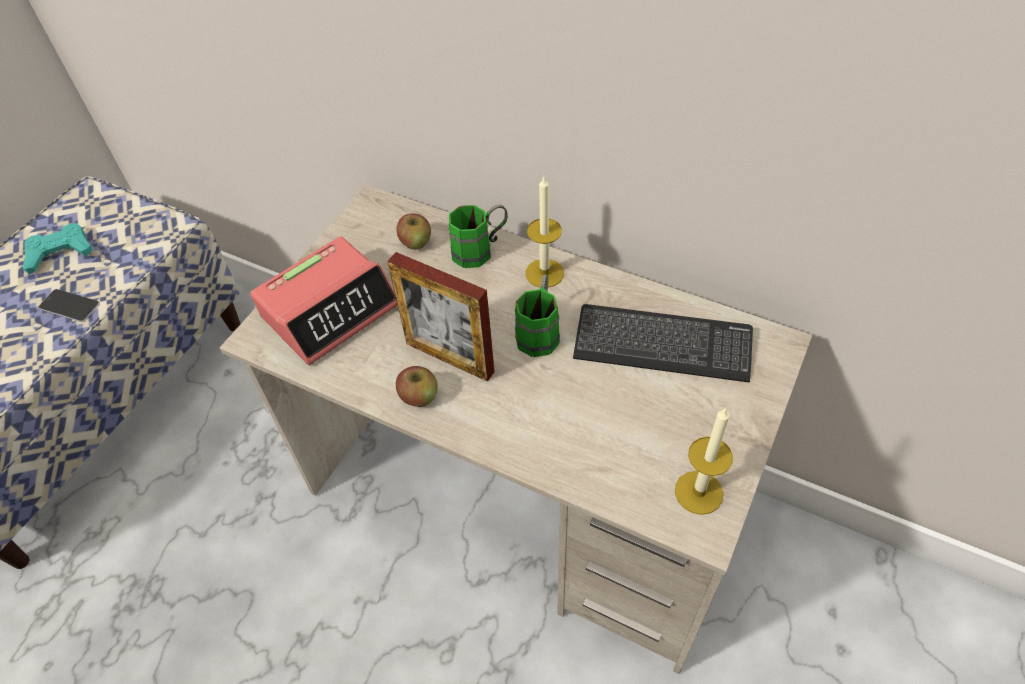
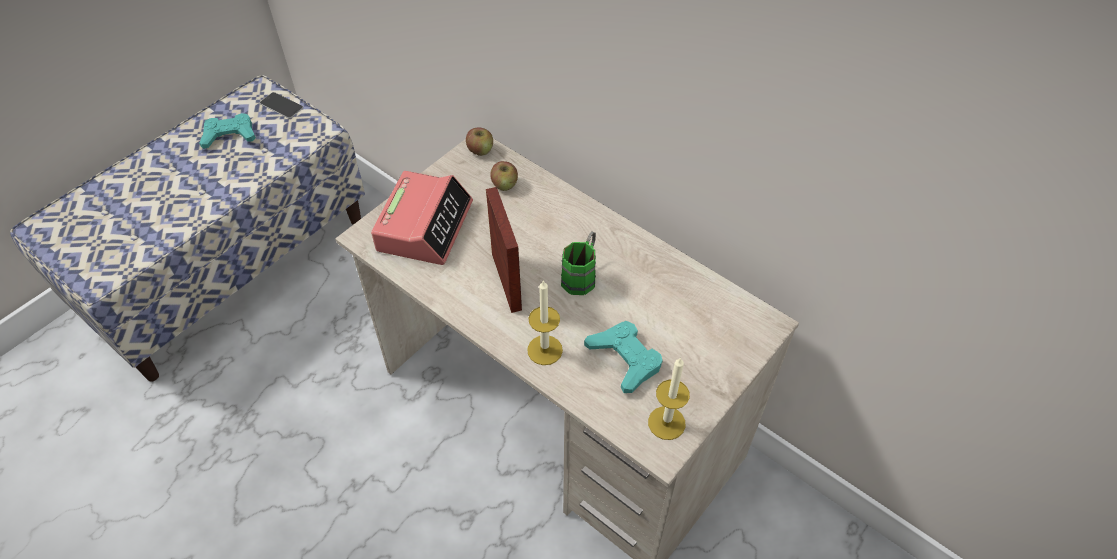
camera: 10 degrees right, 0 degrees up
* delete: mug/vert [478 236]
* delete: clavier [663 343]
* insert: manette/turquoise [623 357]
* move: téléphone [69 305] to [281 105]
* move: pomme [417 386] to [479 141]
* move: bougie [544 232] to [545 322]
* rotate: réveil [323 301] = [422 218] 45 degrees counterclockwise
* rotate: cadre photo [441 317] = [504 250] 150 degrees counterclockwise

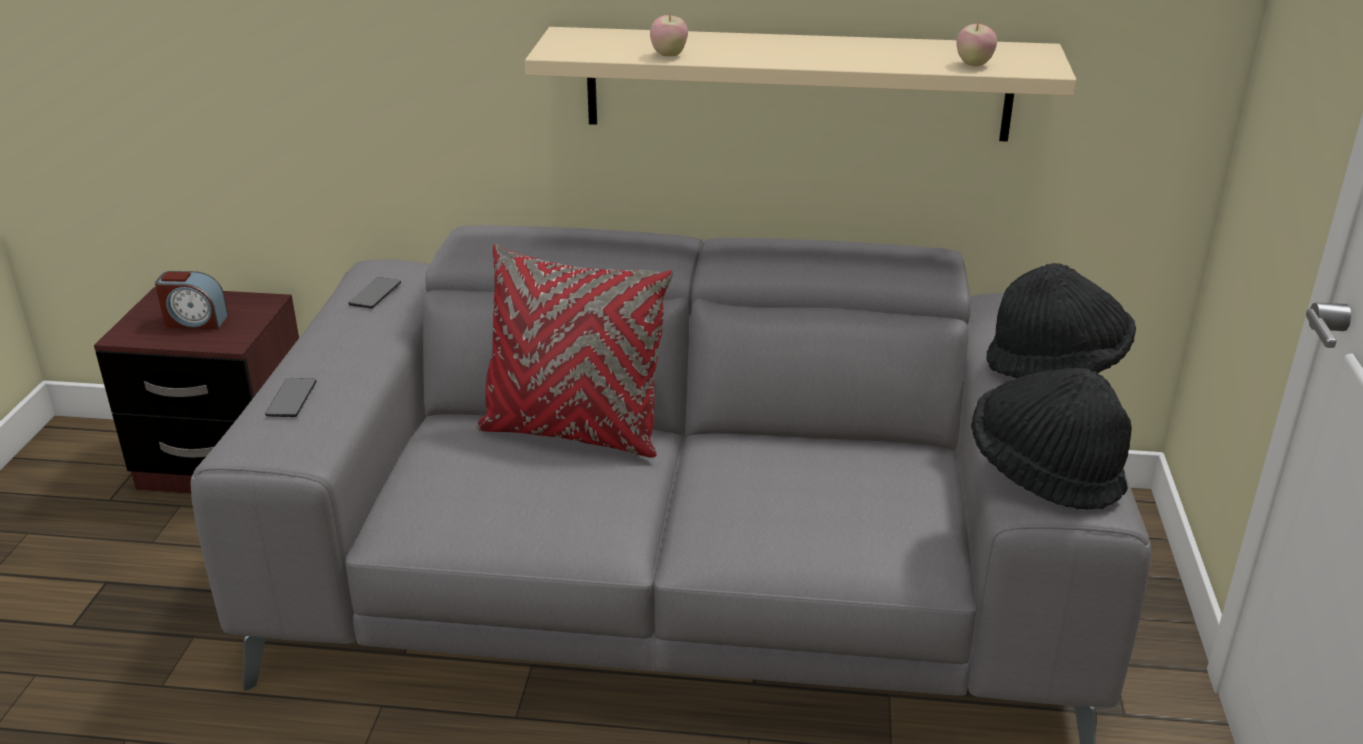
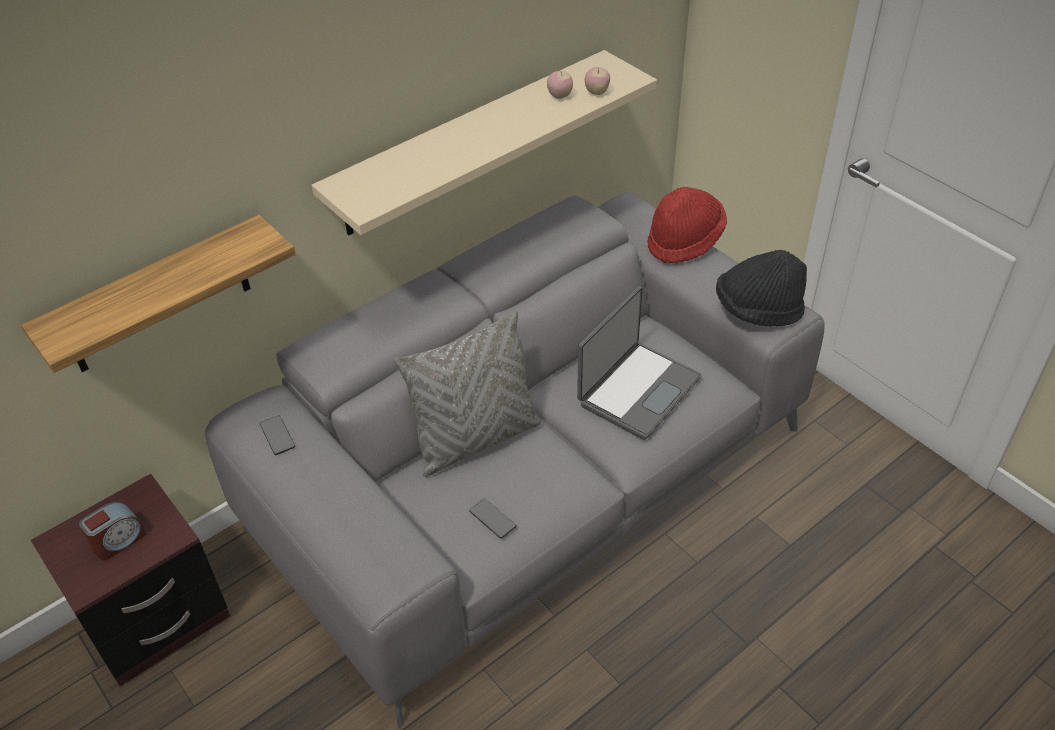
camera: 45 degrees left, 15 degrees up
* insert: étagère [158 294]
* insert: ordinateur portable [639 363]
* move: téléphone [290 397] to [492 518]
* move: pomme [669 34] to [560 85]
* recolor: coussin/rouge [575 351] to coussin/gris [467 394]
* recolor: chapeau/noir [1061 320] to chapeau/rouge [687 225]

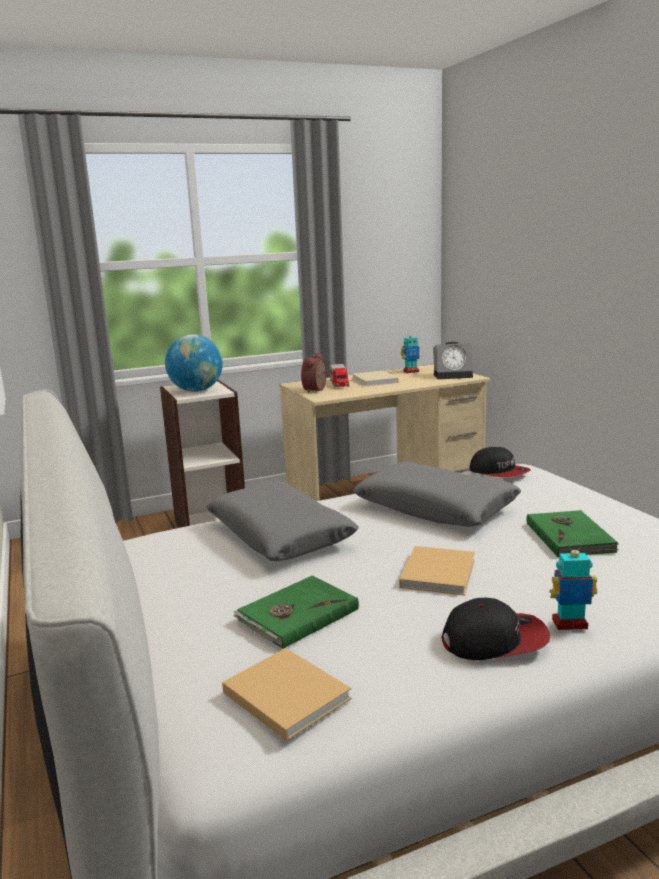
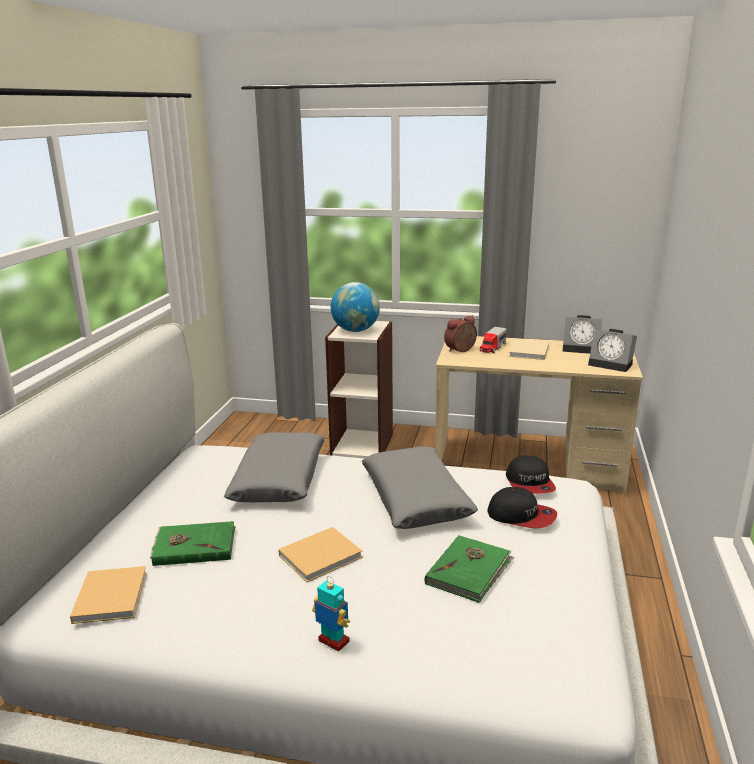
camera: 35 degrees right, 5 degrees up
* move: casquette [496 629] to [522 507]
* replace: robot jouet [411 352] to réveil [582 334]

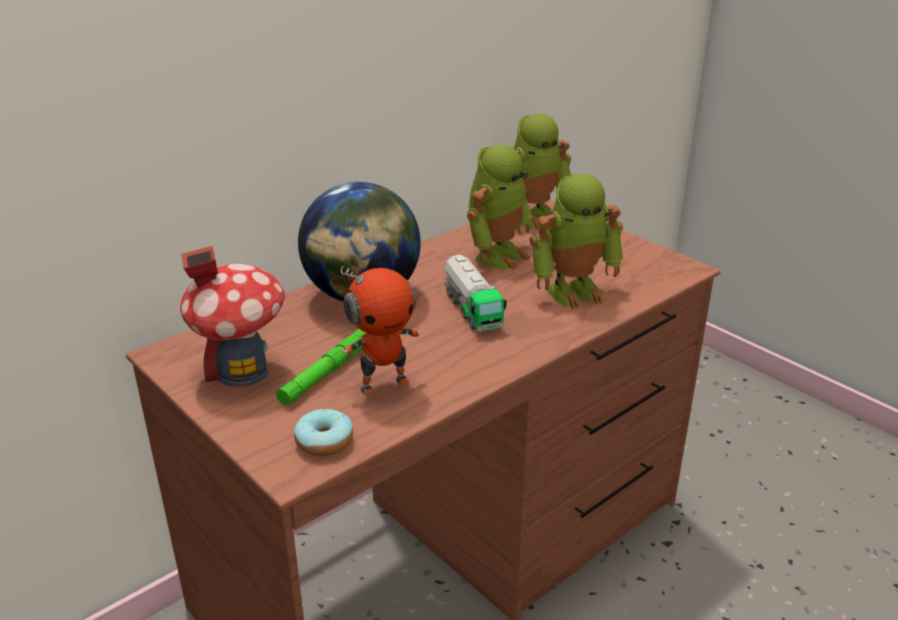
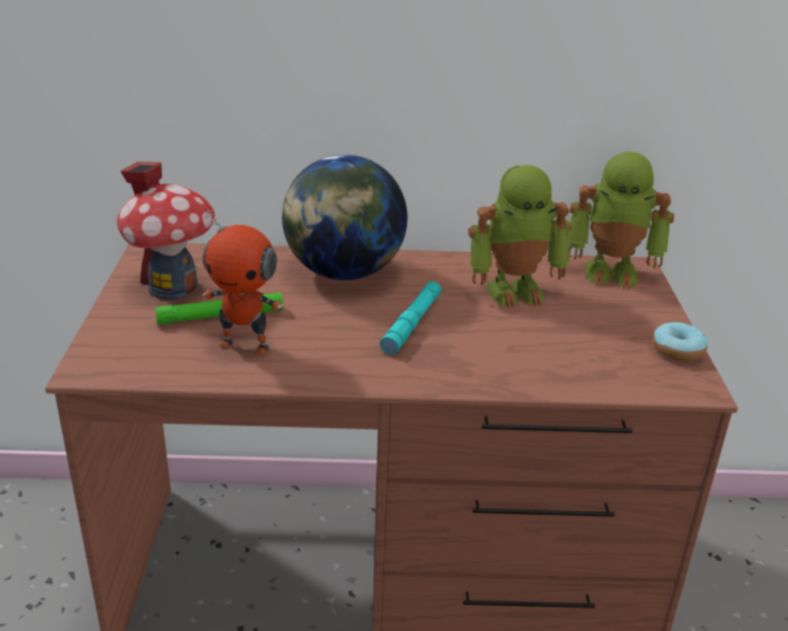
camera: 40 degrees right, 0 degrees up
* delete: robot jouet [576 241]
* move: beignet [323 432] to [680 341]
* replace: camion jouet [475 292] to lampe de poche/turquoise [410 317]

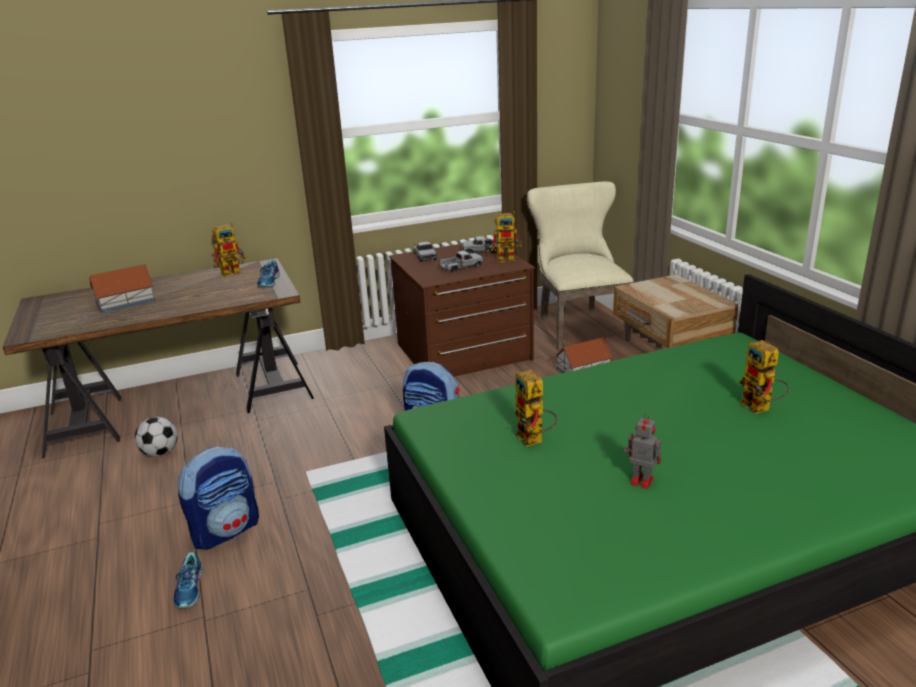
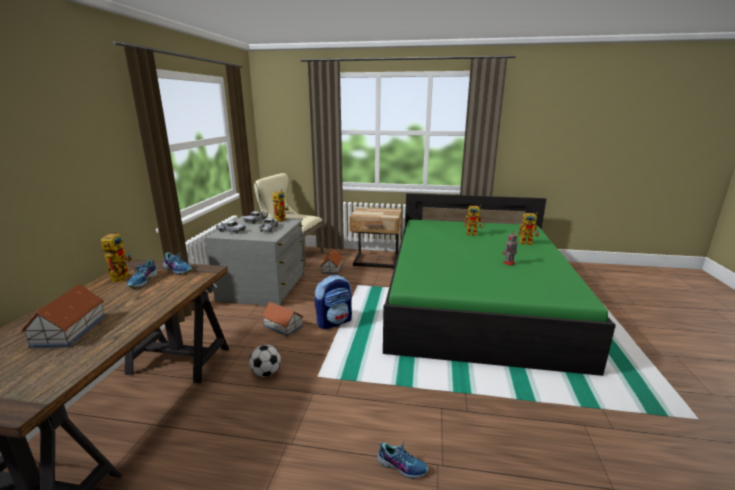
camera: 60 degrees left, 5 degrees down
* delete: sac à dos [218 498]
* insert: chaussure [142 273]
* insert: maison miniature [282 319]
* move: ballon de foot [156 437] to [265 361]
* move: robot jouet [536 408] to [528 229]
* recolor: commode/marron [462 308] to commode/gris [255 261]

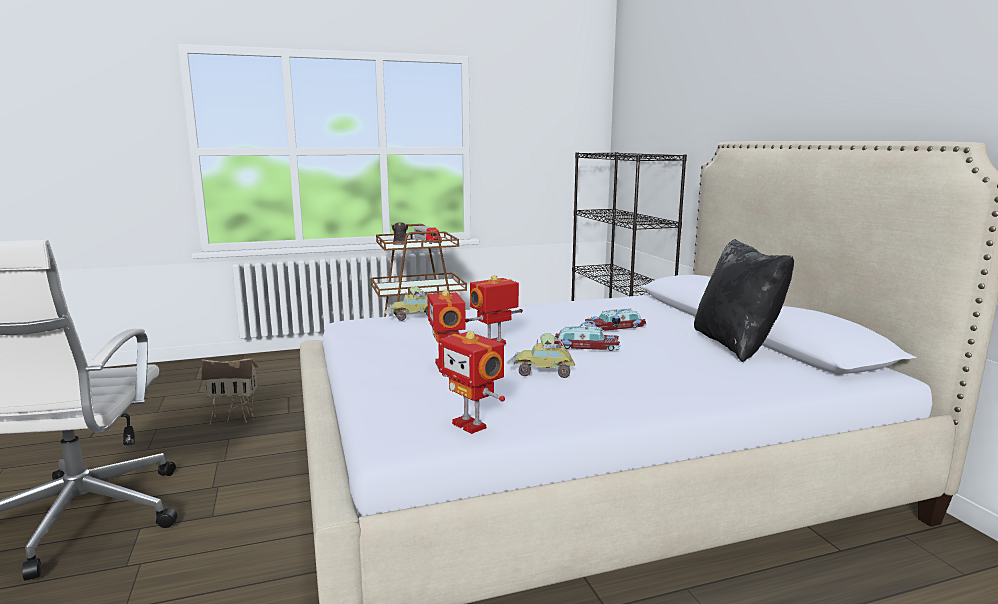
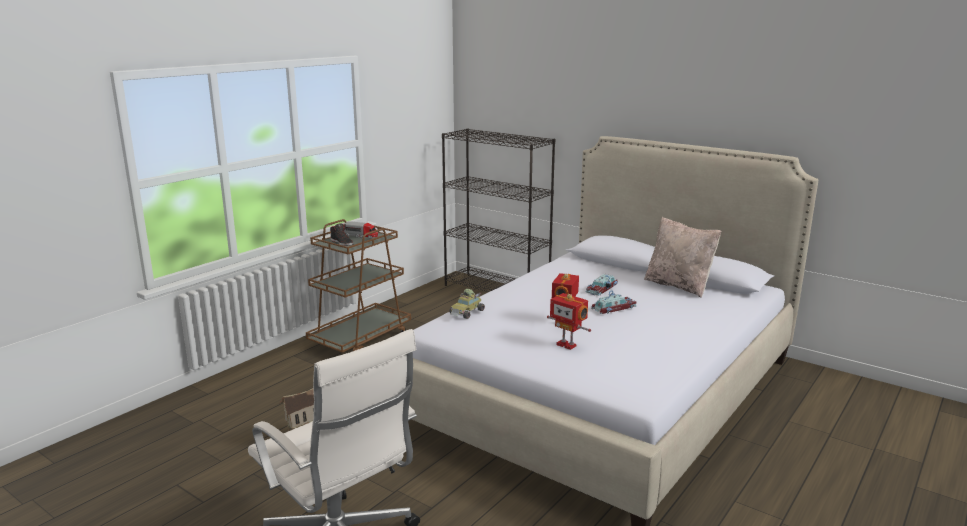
camera: 35 degrees left, 5 degrees up
* delete: robot jouet [471 382]
* delete: petite voiture [541 355]
* recolor: coussin/noir [744 300] to coussin/beige [682 257]

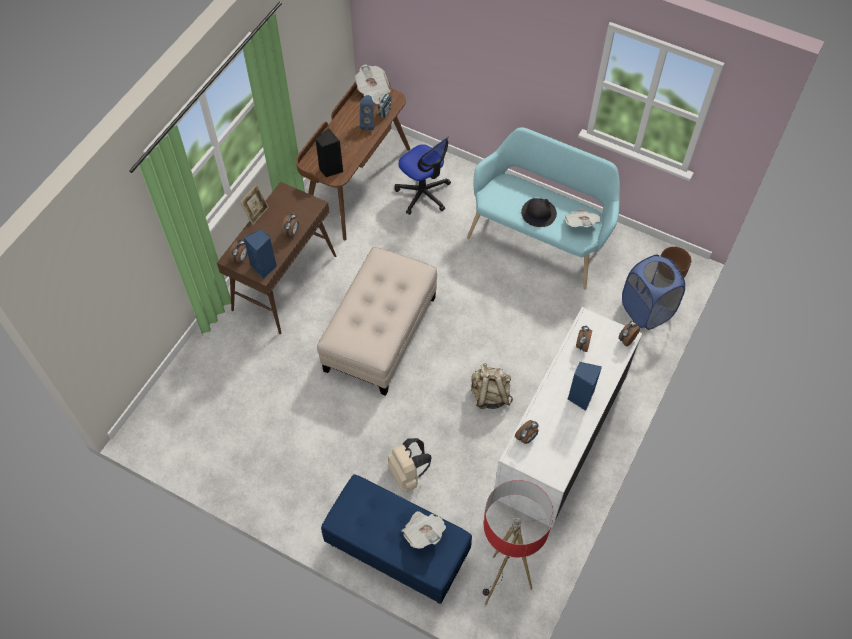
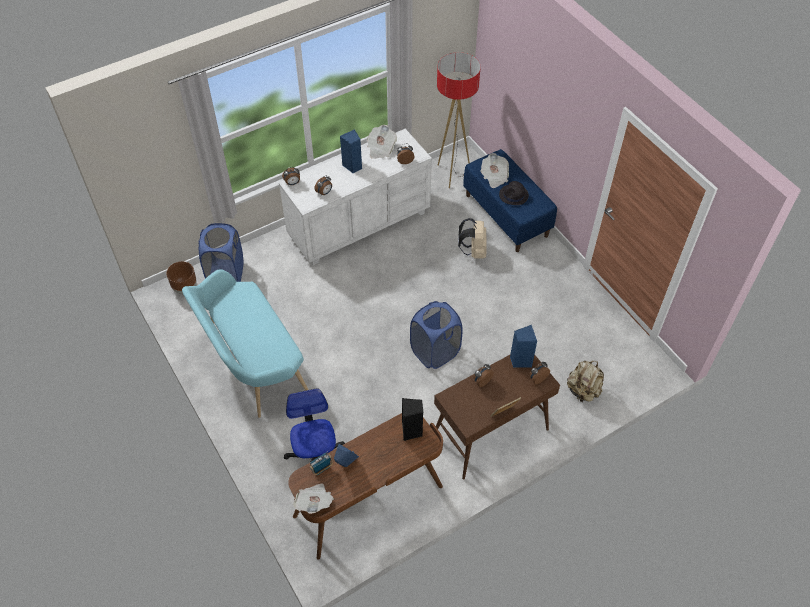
camera: 150 degrees left, 5 degrees down
* move: sac à dos/beige [492 386] to [585 381]
* move: chapeau/noir [539 212] to [514 193]
* move: journal [582 217] to [382 142]
* replace: pouf/beige [377 321] to panier à linge/bleu [436 335]

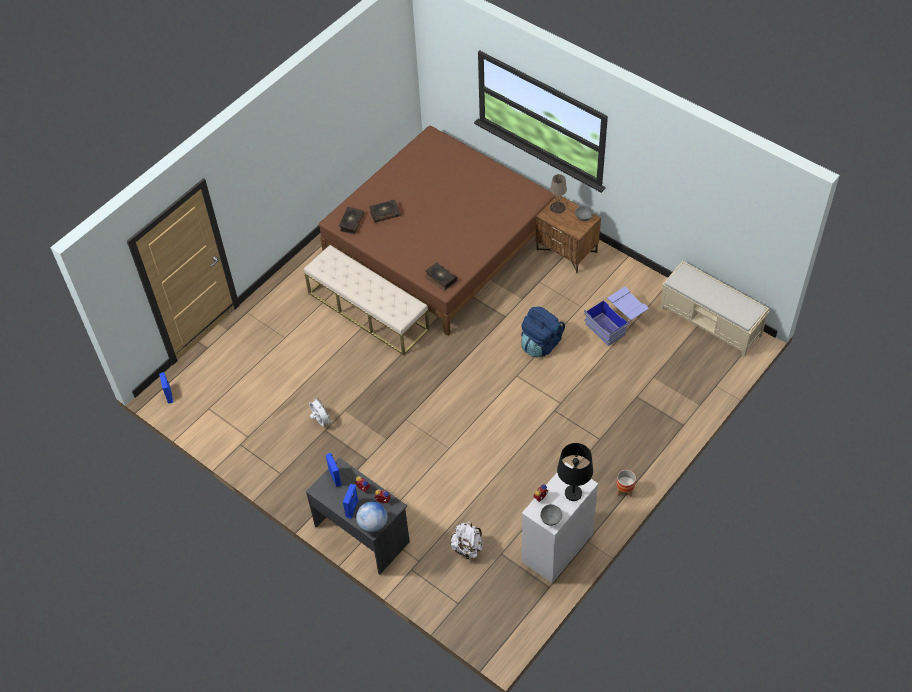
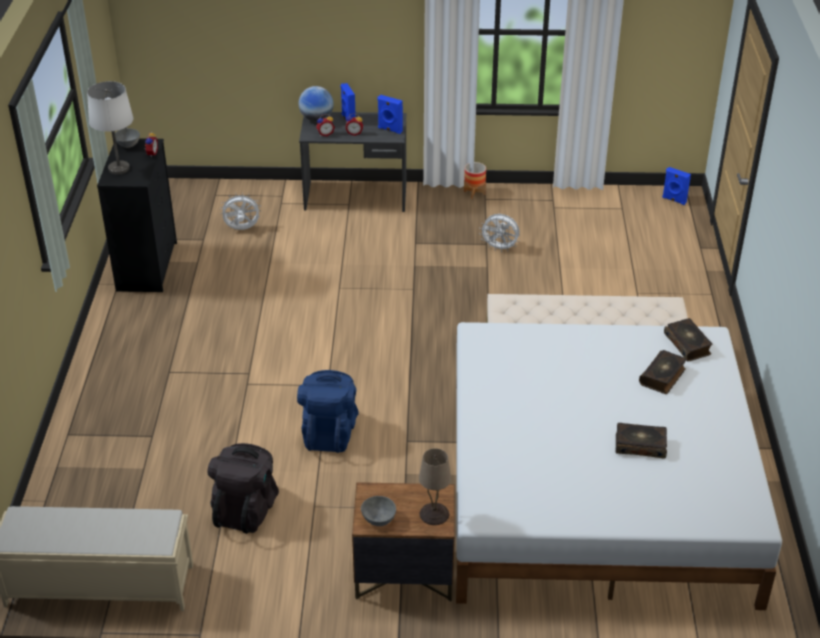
camera: 140 degrees right, 15 degrees down
* move: livre [441 277] to [641 440]
* move: cache-pot [626 484] to [475 180]
* replace: sac à dos/blanc [466 540] to ventilateur/blanc [240 211]
* replace: boîte de rangement/bleu [616 316] to sac à dos/noir [243 488]
* recolor: lit/marron [437 231] to lit/blanc [619 466]
* recolor: commode/blanc [560 523] to commode/noir [137 215]
* recolor: lampe de table/noir [575 472] to lampe de table/blanc [110 128]

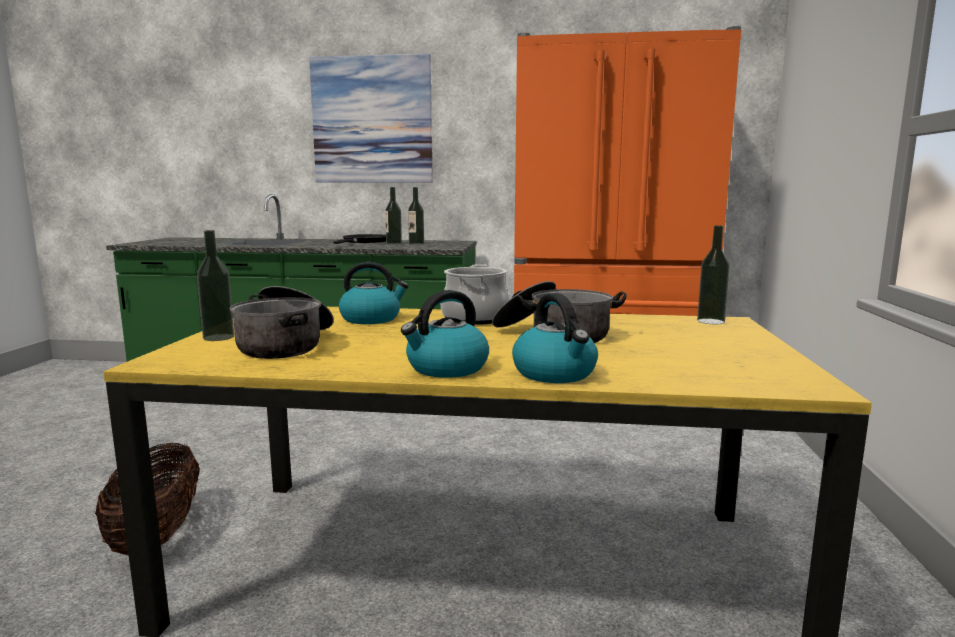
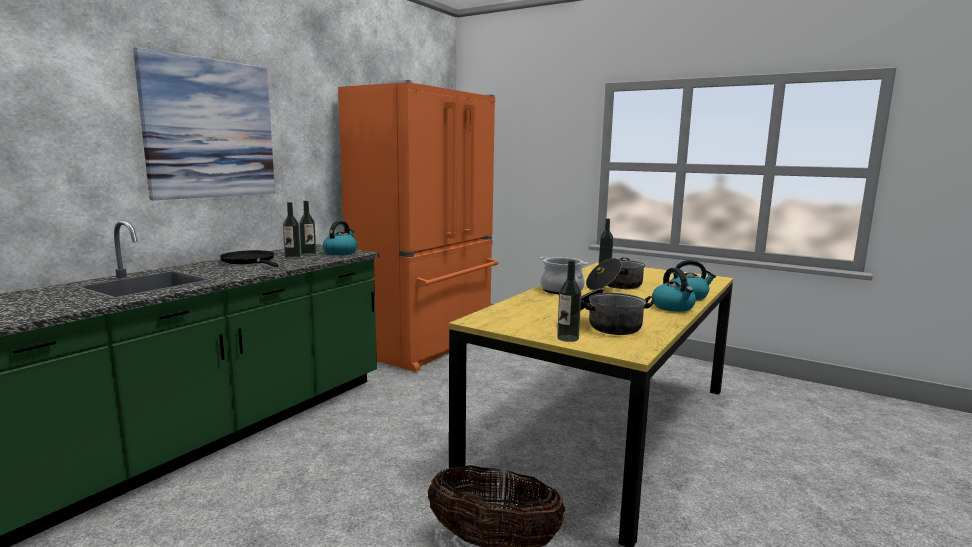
camera: 65 degrees left, 0 degrees up
* move: bouilloire [374 293] to [340 238]

